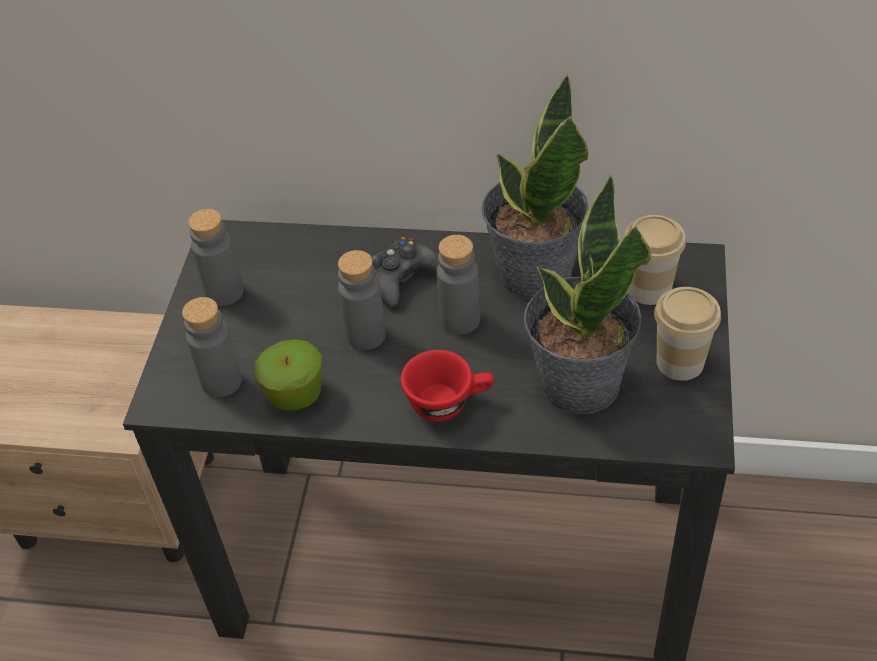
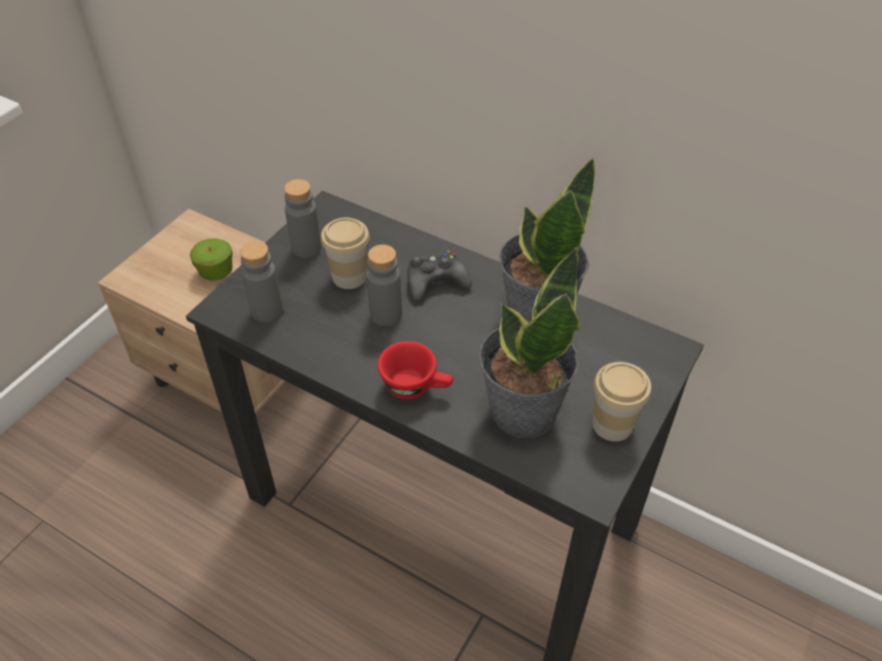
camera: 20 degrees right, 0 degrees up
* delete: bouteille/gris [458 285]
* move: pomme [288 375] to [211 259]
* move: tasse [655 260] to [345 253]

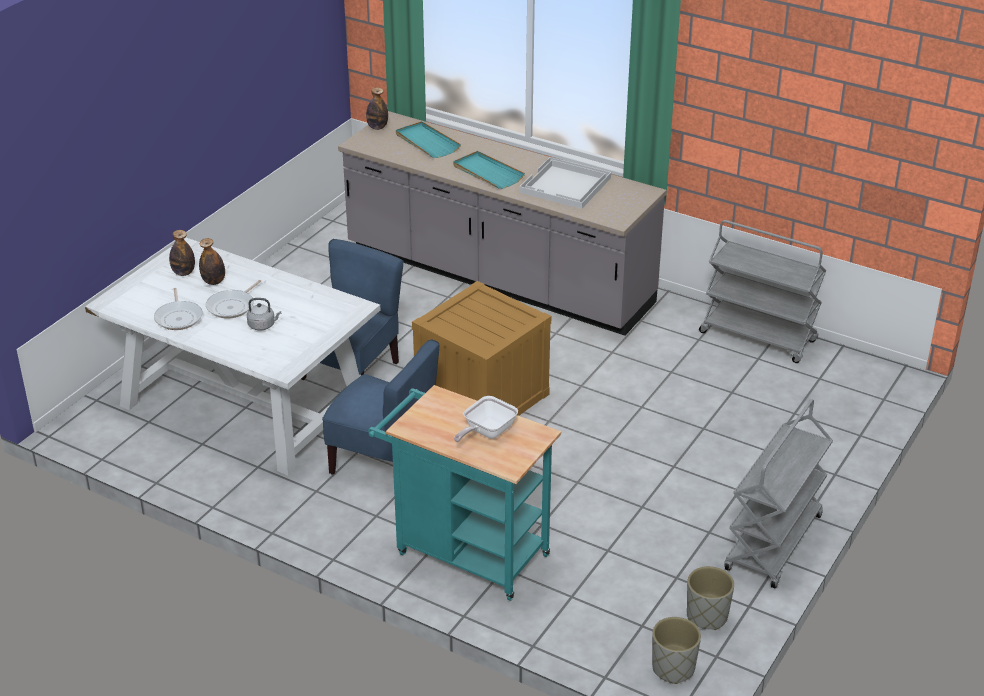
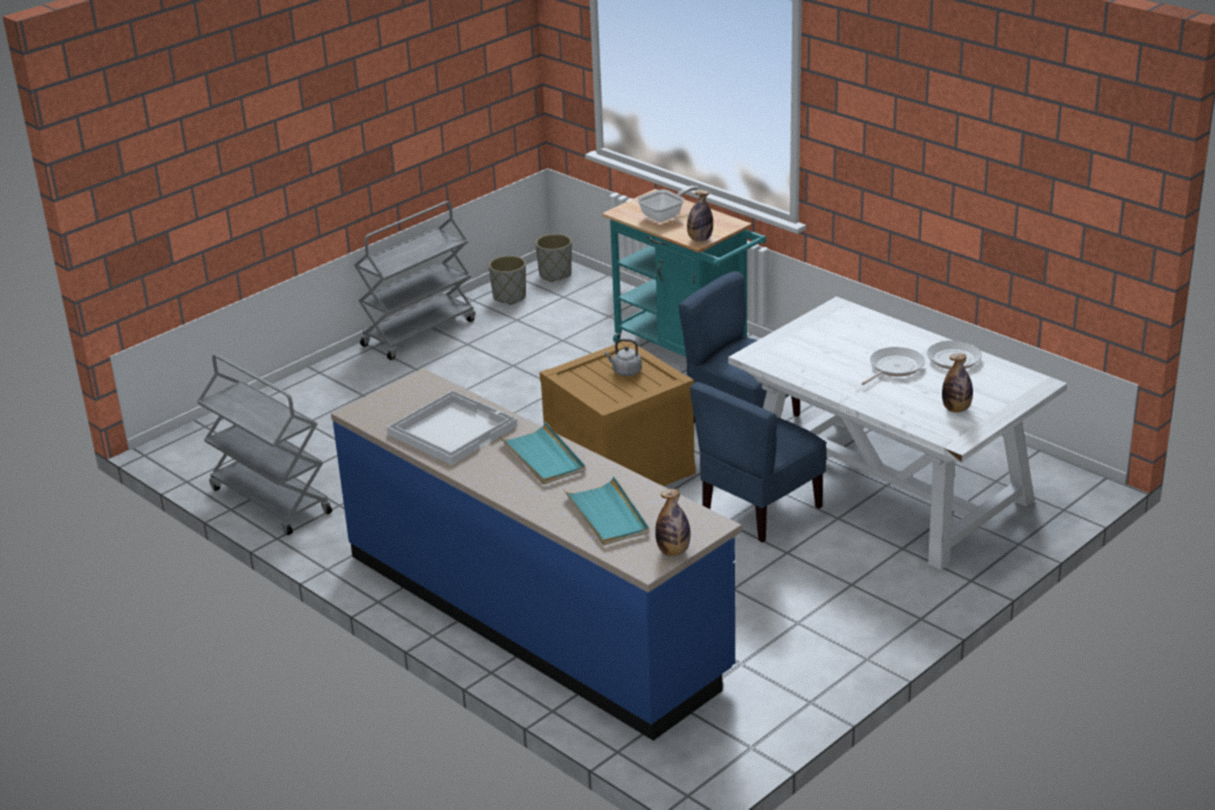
camera: 165 degrees left, 5 degrees down
* move: bouteille [212 261] to [700 215]
* move: bouilloire/gris [264 314] to [623 357]
* recolor: comptoir de cuisine/gris [502 223] to comptoir de cuisine/bleu [536 554]

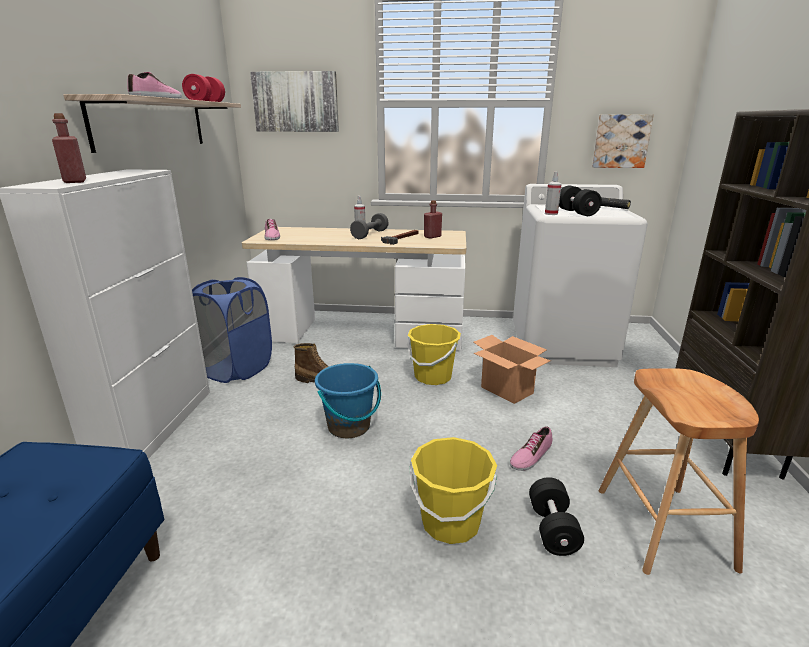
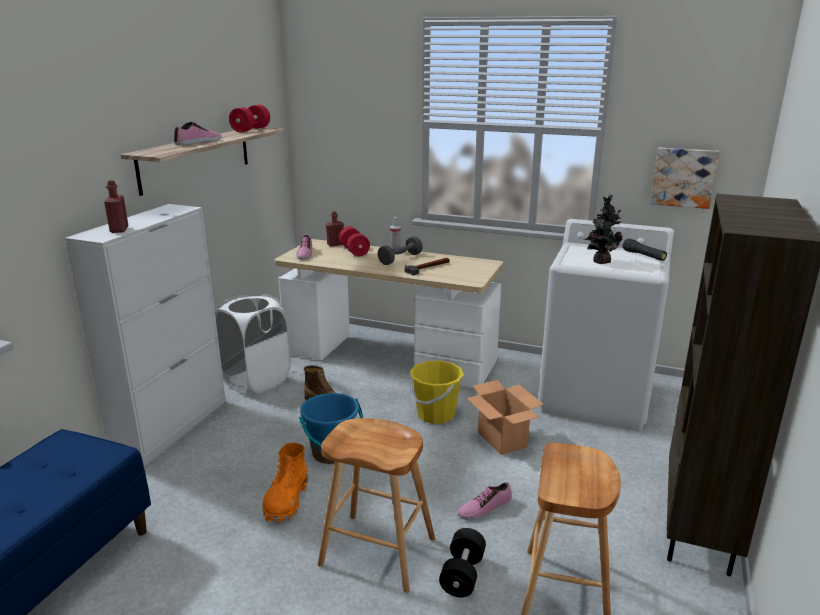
camera: 15 degrees right, 0 degrees up
* delete: tableau [294 101]
* delete: vaporisateur [553 193]
* insert: botte/orange [285 483]
* insert: haltère/rouge [354 241]
* move: bouteille/rouge [433 219] to [335 228]
* replace: seau/jaune [453 490] to tabouret/marron [376 505]
* replace: haltère/noir [580 200] to plante en pot [603 229]
* recolor: panier à linge/bleu [232 330] to panier à linge/blanc [253 344]

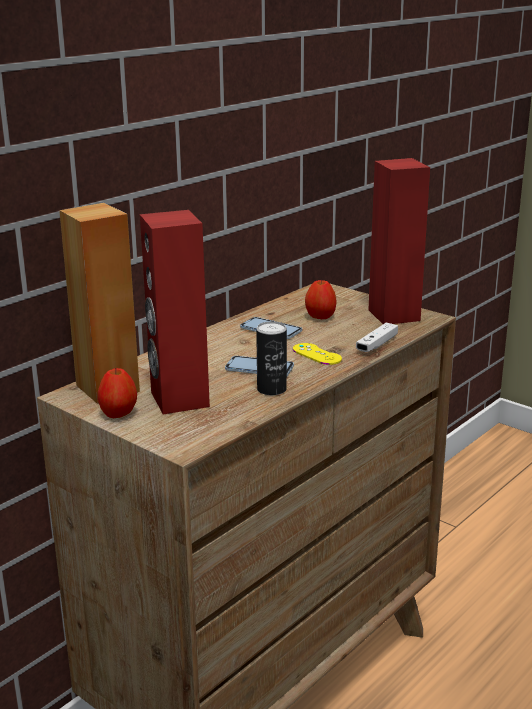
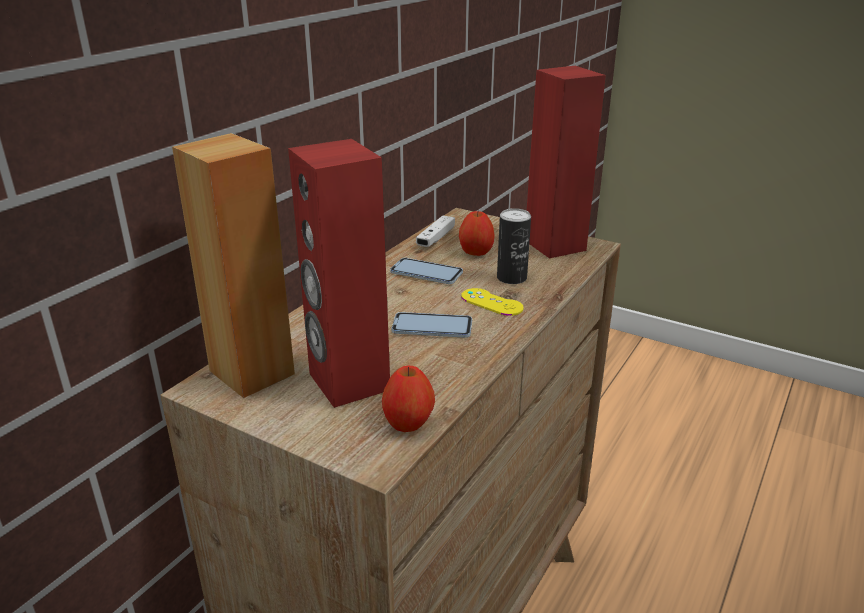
camera: 10 degrees left, 5 degrees up
* move: pomme [117 393] to [408 399]
* move: boîte métallique [271 358] to [514 246]
* move: manette/blanc [377 337] to [435 231]

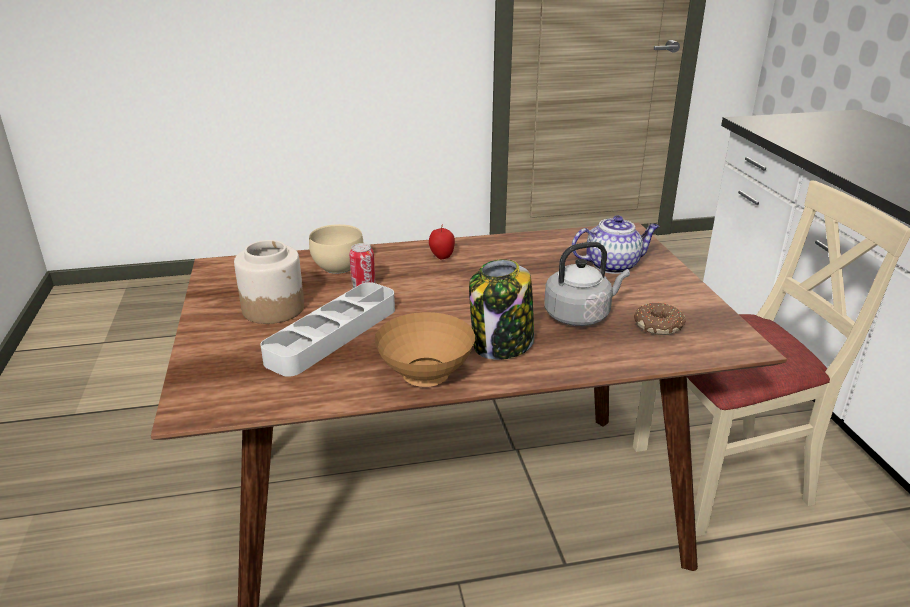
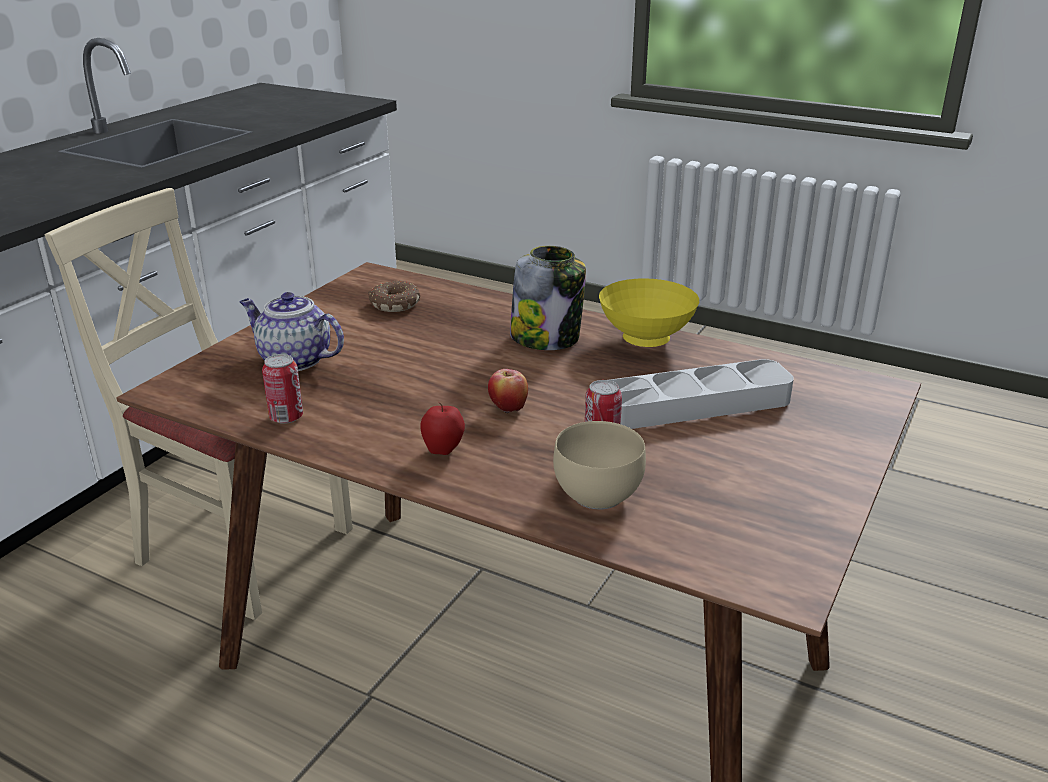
camera: 140 degrees left, 0 degrees up
* delete: bocal [269 282]
* delete: bouilloire/gris [587 284]
* insert: boîte métallique [282 389]
* insert: pomme [508 391]
* recolor: bol/marron [425 349] to bol/jaune [649 312]

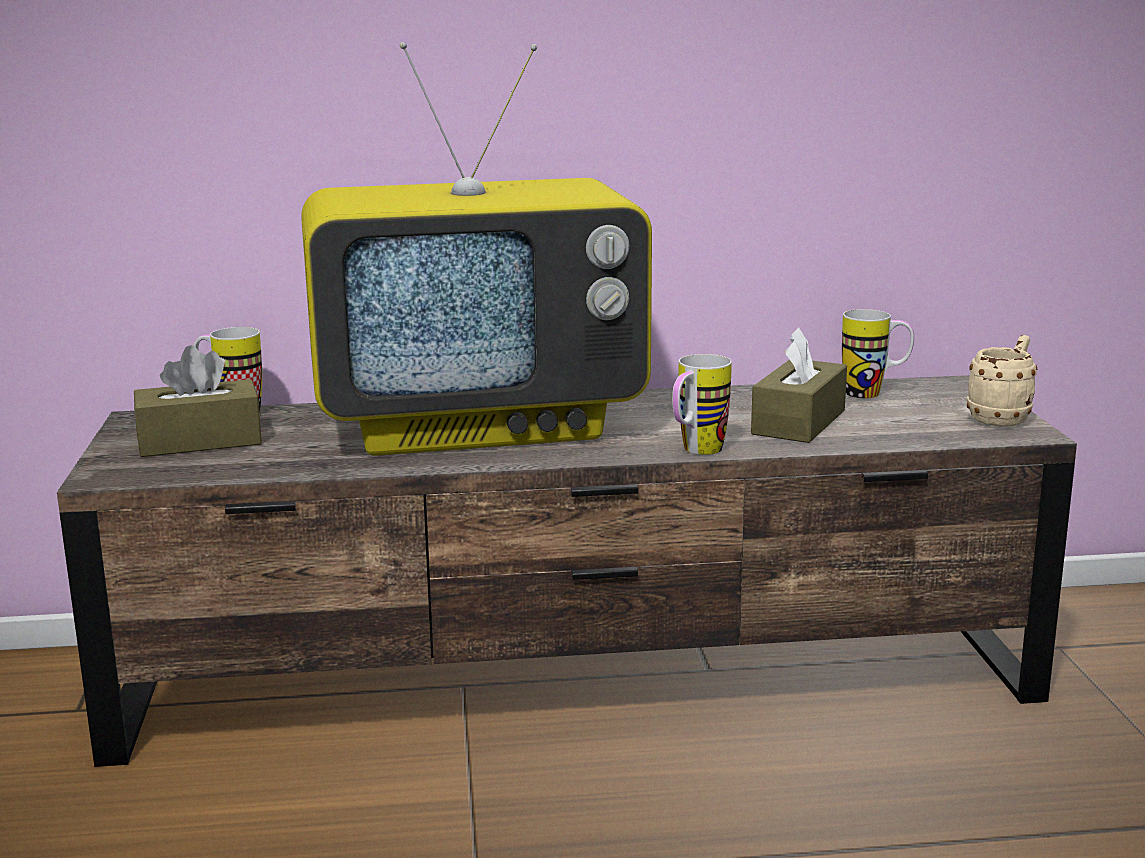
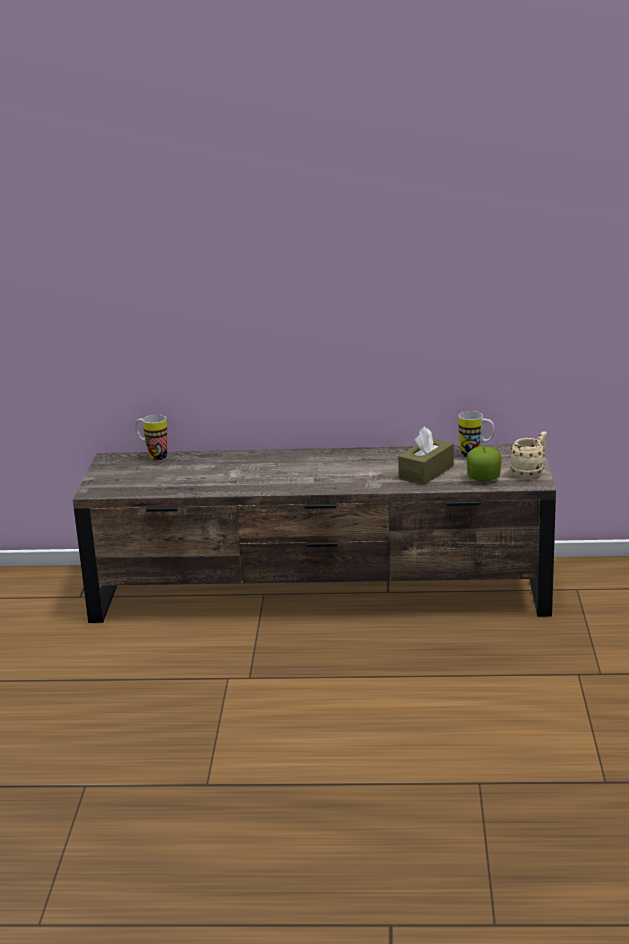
camera: 10 degrees right, 5 degrees up
* delete: boîte à mouchoirs/marron [198 401]
* delete: téléviseur [476 249]
* delete: mug [702 404]
* insert: pomme [484 464]

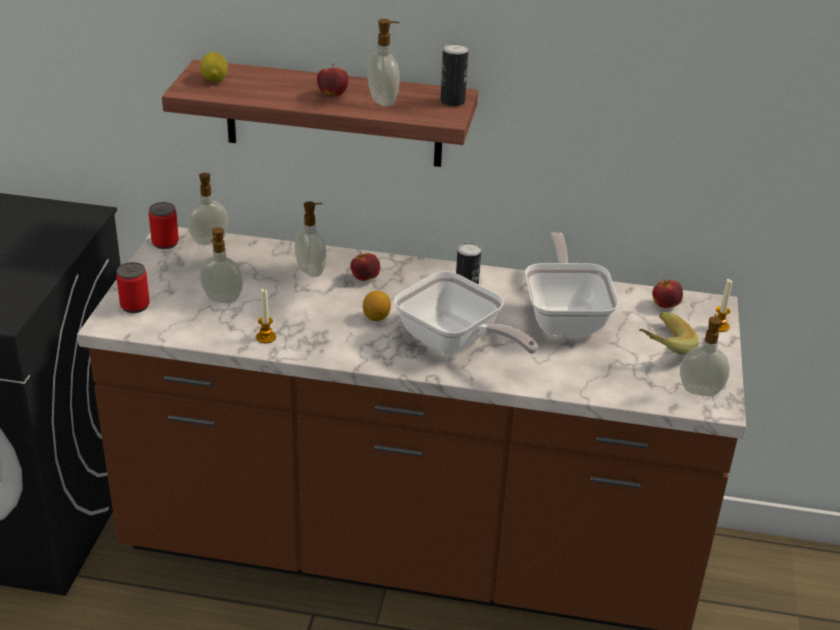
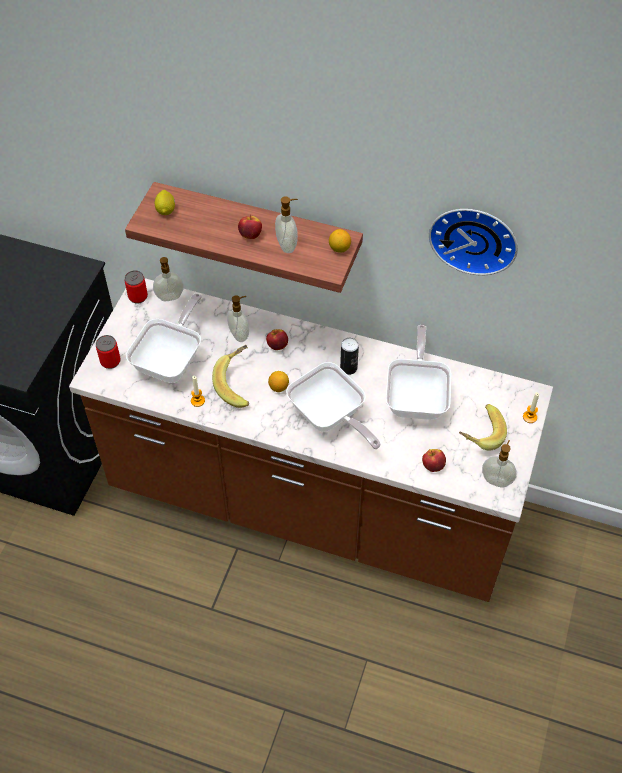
camera: 10 degrees right, 20 degrees up
* insert: banane [230 376]
* insert: horloge murale [473 242]
* move: pomme [667 293] to [434 460]
* replace: distributeur de savon [221 265] to poêle [164 338]
* replace: boîte métallique [454 75] to citron [340 241]

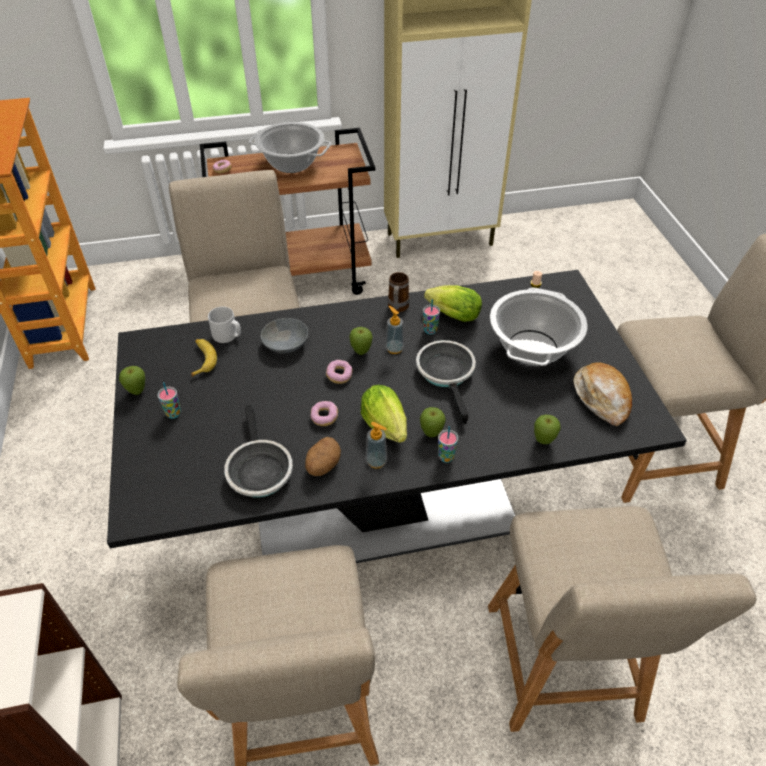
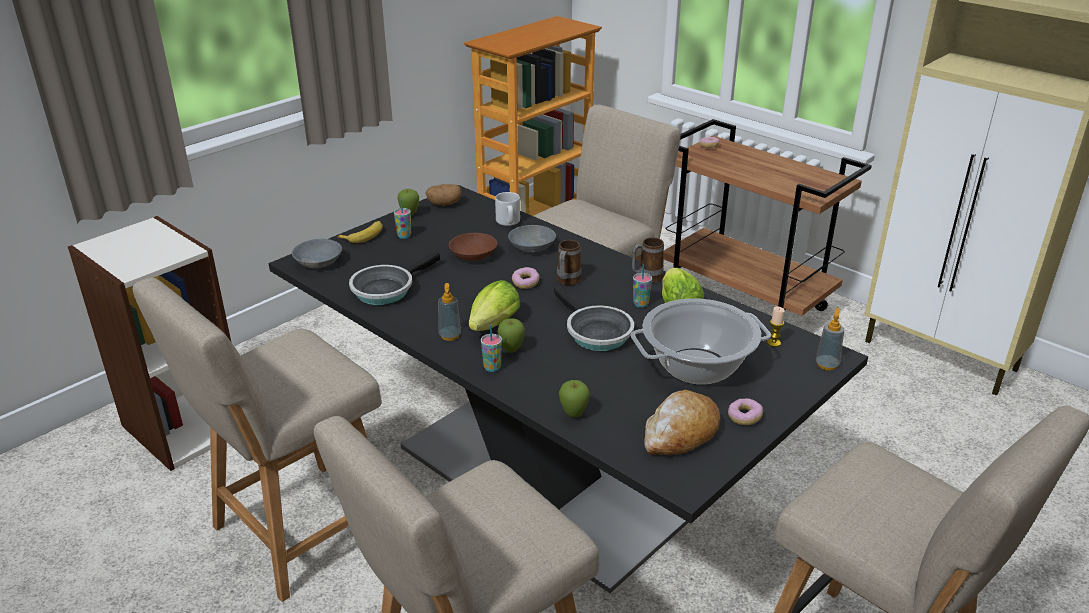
camera: 55 degrees right, 15 degrees down
* delete: marmite [290 147]
* insert: bol/gris [317 253]
* insert: bol/marron [473 247]
* move: banane [204 358] to [360 232]
* move: pomme de terre [323 456] to [444 194]
* move: beignet [324 413] to [745 411]
* move: distributeur de savon [394 330] to [830 339]
* replace: pomme [361 341] to mug [569 262]
* rotate: poêle [446 382] = [594 318] 105 degrees clockwise

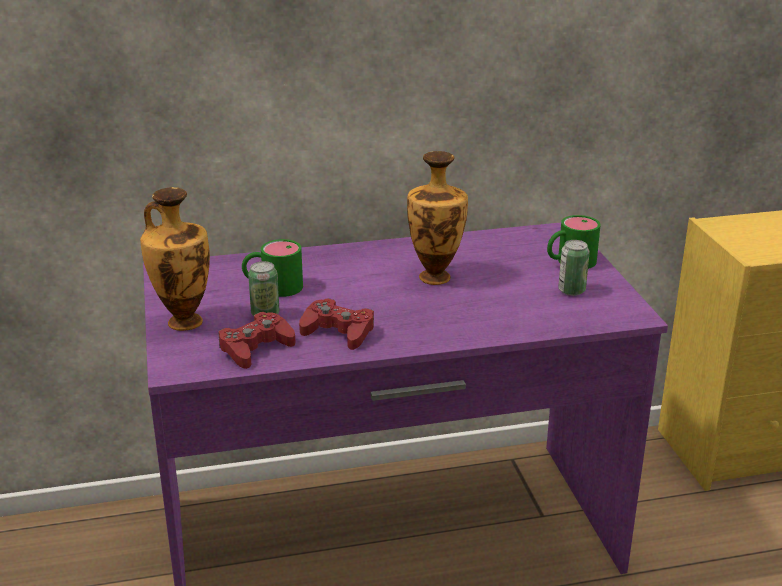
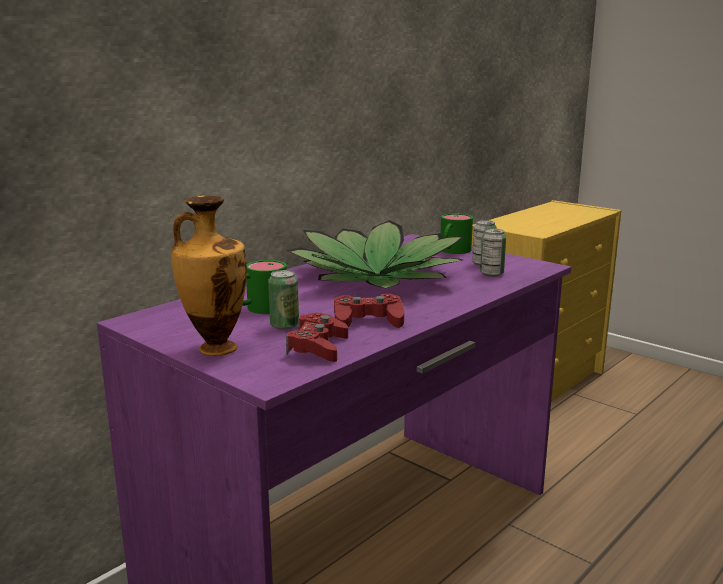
camera: 35 degrees left, 10 degrees down
* insert: boîte métallique [493 252]
* replace: vase [437 218] to plante en pot [375 254]

